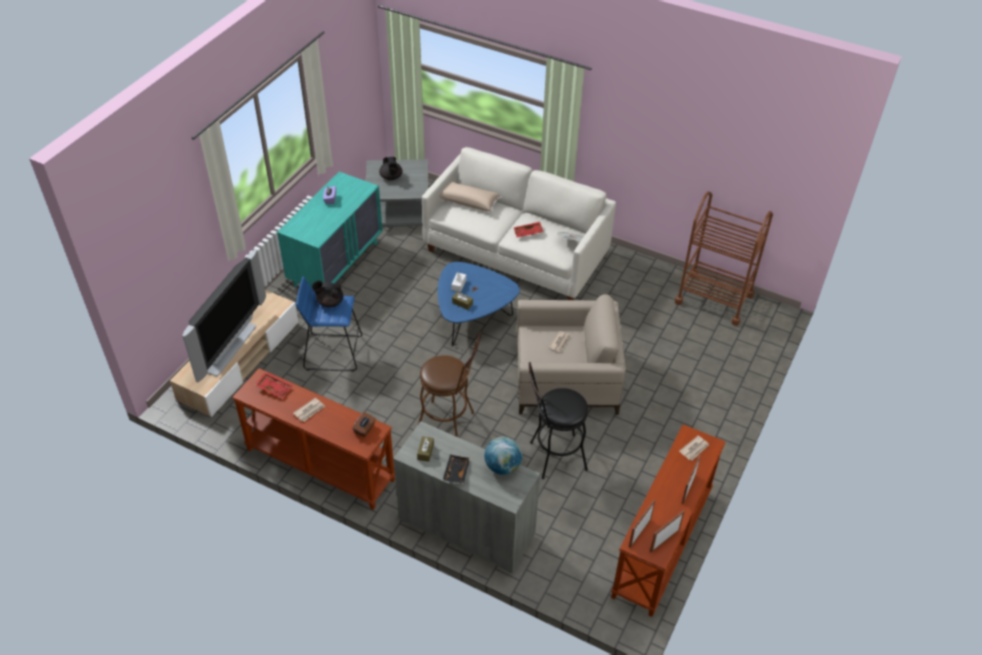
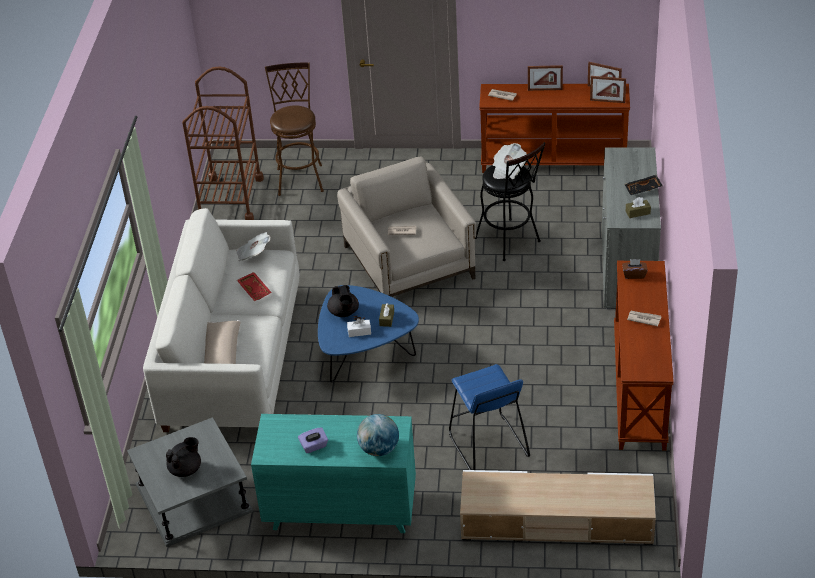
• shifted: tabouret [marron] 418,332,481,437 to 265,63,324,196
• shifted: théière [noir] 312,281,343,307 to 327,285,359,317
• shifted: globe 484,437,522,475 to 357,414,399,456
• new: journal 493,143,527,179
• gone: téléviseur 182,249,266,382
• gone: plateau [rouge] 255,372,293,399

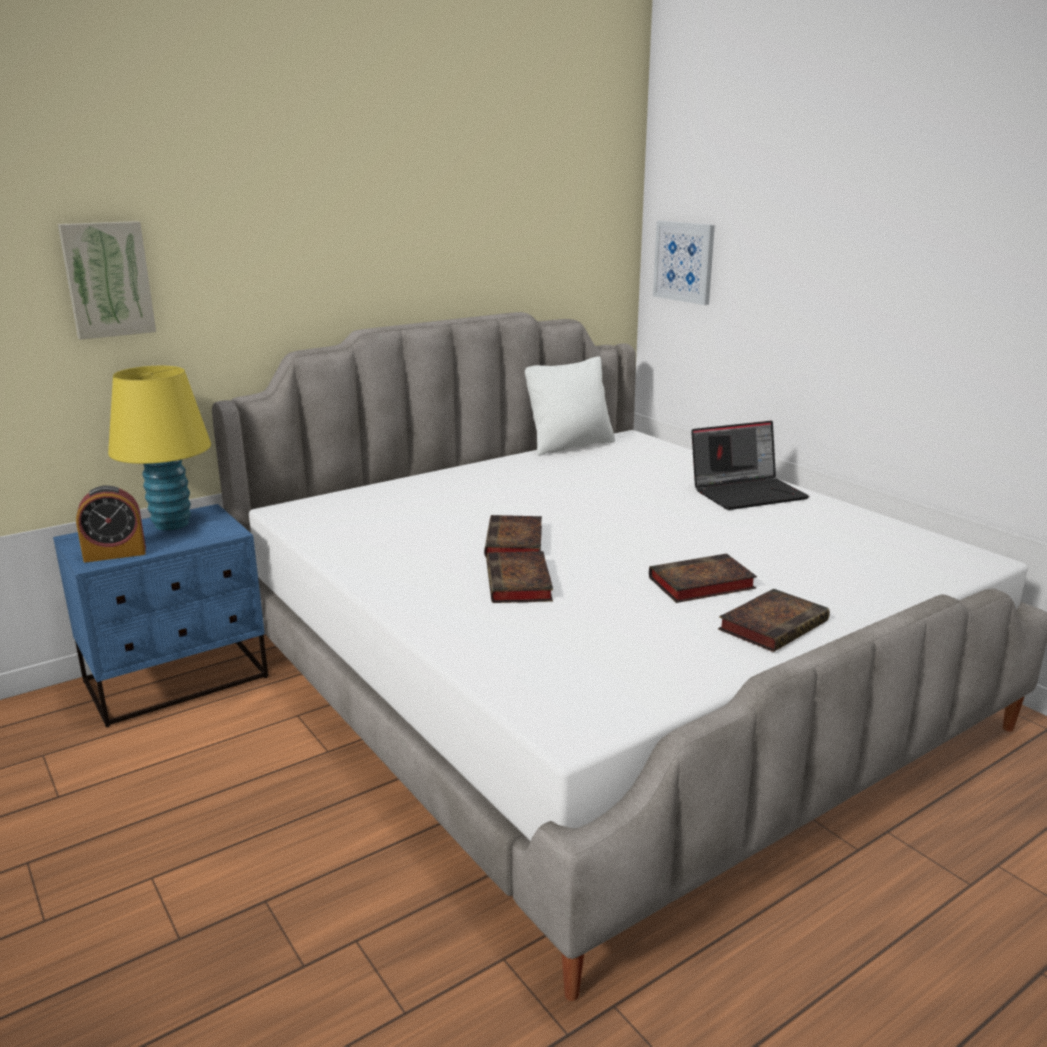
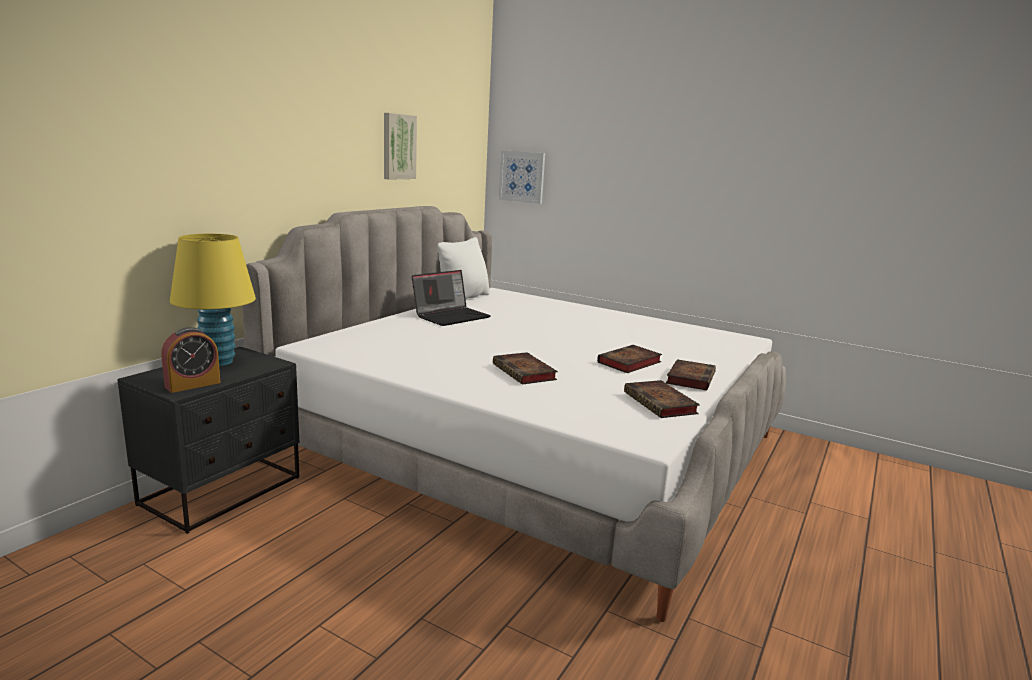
• repainted: table de chevet [bleu] 53,504,268,727 to table de chevet [noir] 117,347,299,534
• shifted: tableau 58,221,156,340 to 384,113,417,180
• shifted: ordinateur portable 691,421,809,510 to 412,270,491,326
• shifted: livre 484,515,542,557 to 624,380,700,418

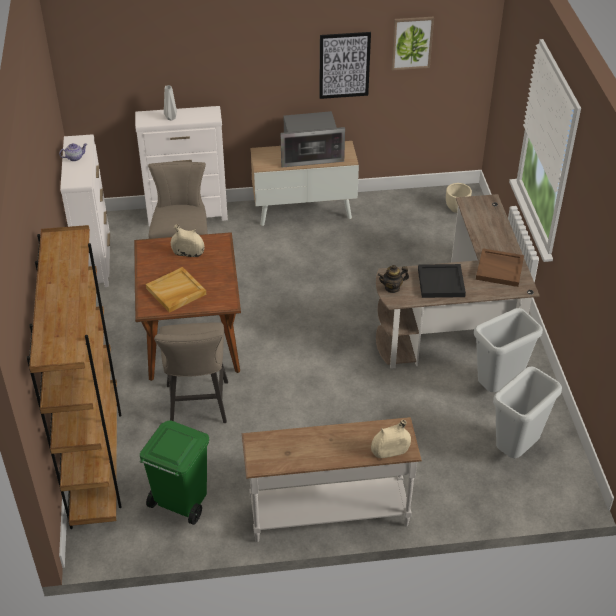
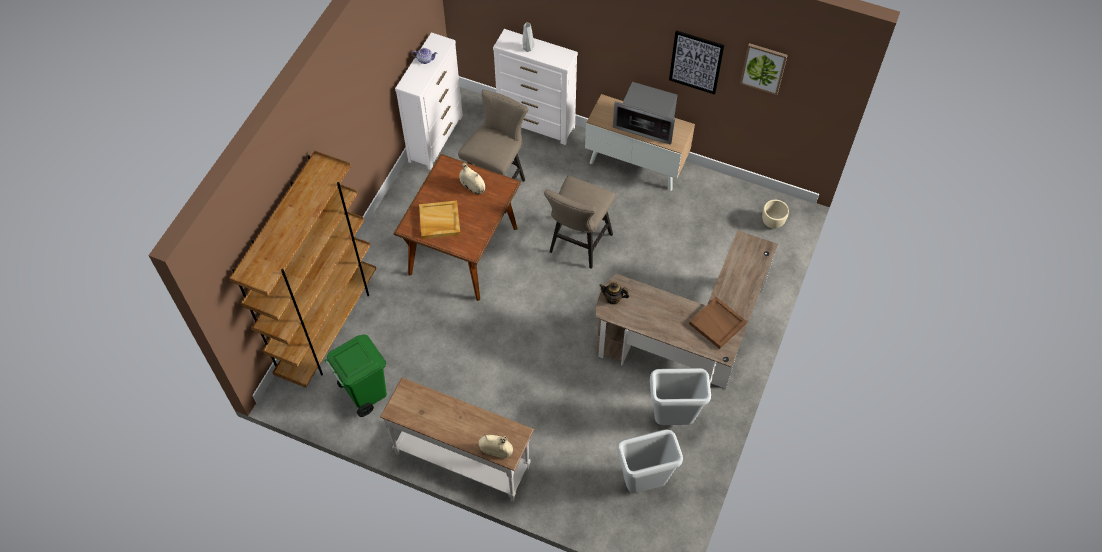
• shifted: tabouret [beige] 154,323,228,423 to 544,176,616,269
• gone: plateau [noir] 418,264,466,298

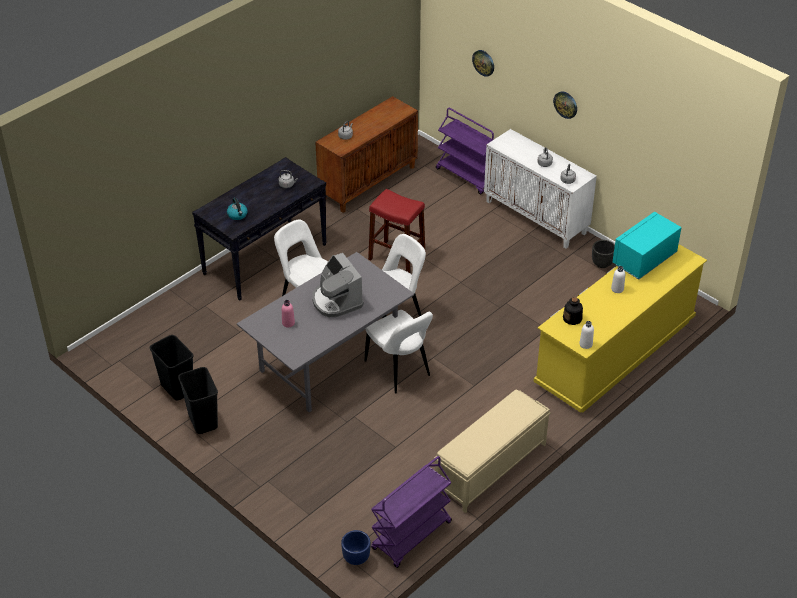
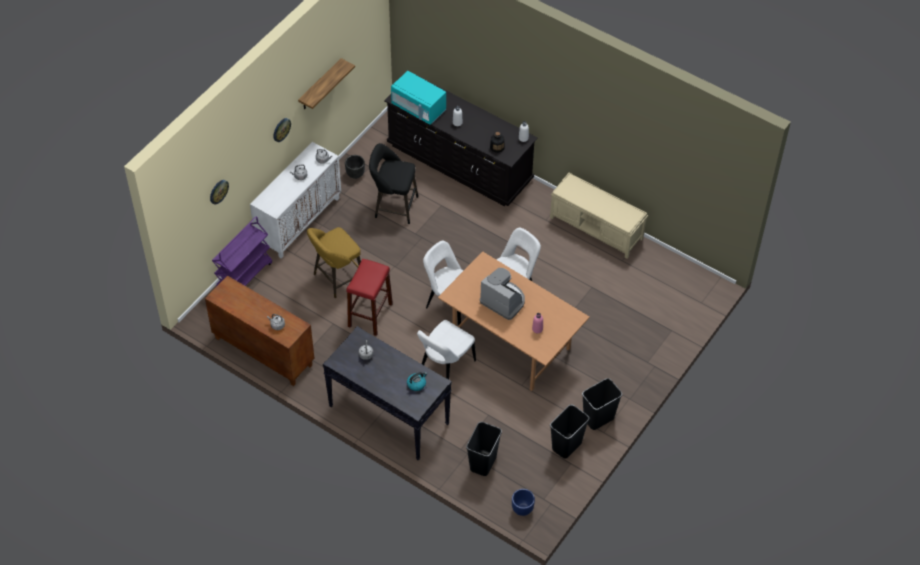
• new: étagère 298,58,355,109
• new: tabouret [jaune] 307,227,361,298
• new: tabouret [noir] 369,143,418,224
• repainted: commode [jaune] 534,244,707,413 to commode [noir] 384,78,538,206
• repainted: table à manger [gris] 237,252,414,412 to table à manger [marron] 438,251,590,391
• new: poubelle [noir] 466,422,502,476
• rotated: machine à café 312,253,364,318 = 480,268,525,320 105 degrees counterclockwise
• shifted: cache-pot [bleu] 341,530,370,565 to 512,489,535,516
• gone: chariot [violet] 371,456,452,568

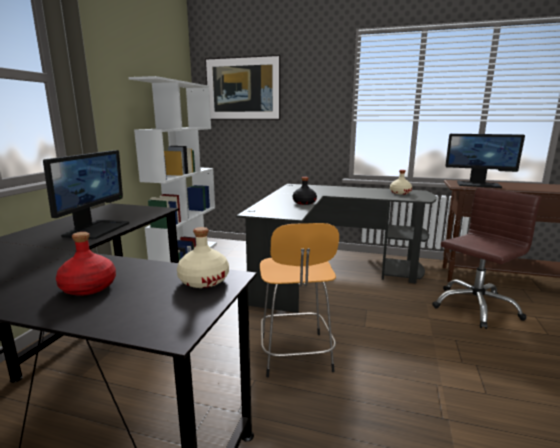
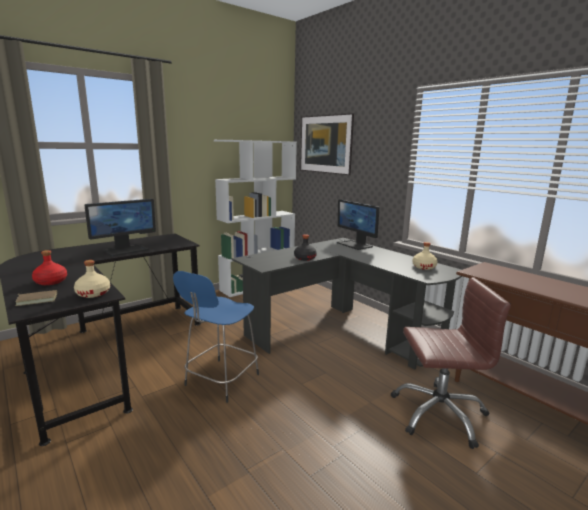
• new: livre [marron] 15,290,57,306
• repainted: tabouret [orange] 260,223,339,377 to tabouret [bleu] 173,271,259,403
• shifted: écran d'ordinateur 445,134,525,188 to 337,199,379,250

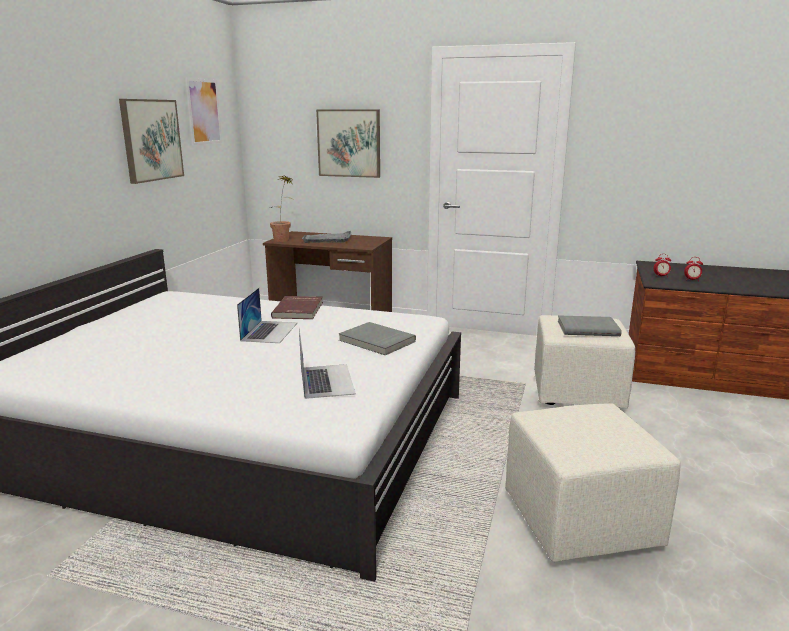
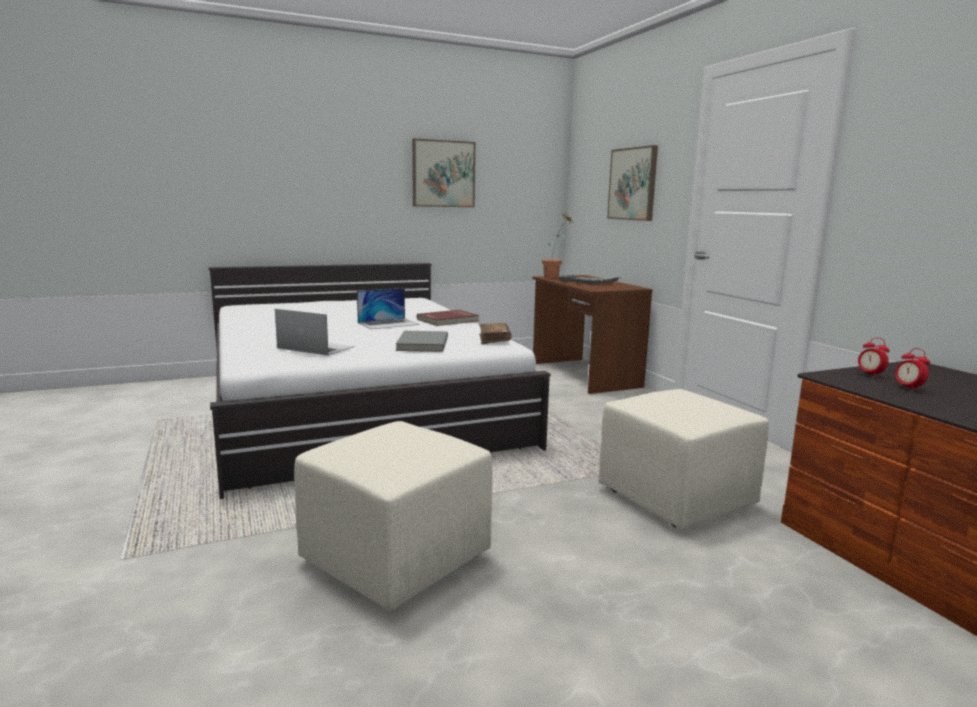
• rotated: ordinateur portable 299,328,356,399 = 275,309,355,356 105 degrees counterclockwise
• new: livre [marron] 479,323,512,344
• gone: tableau 185,78,222,145
• gone: livre [gris] 558,315,622,336

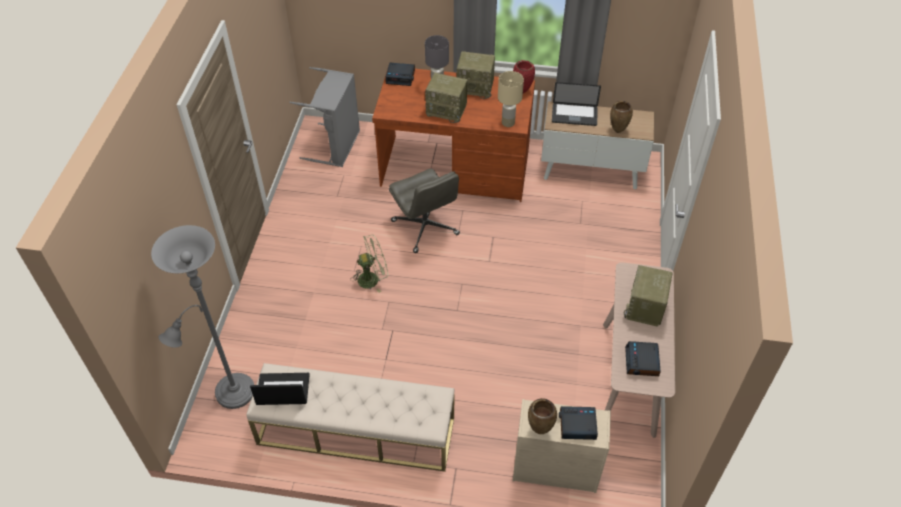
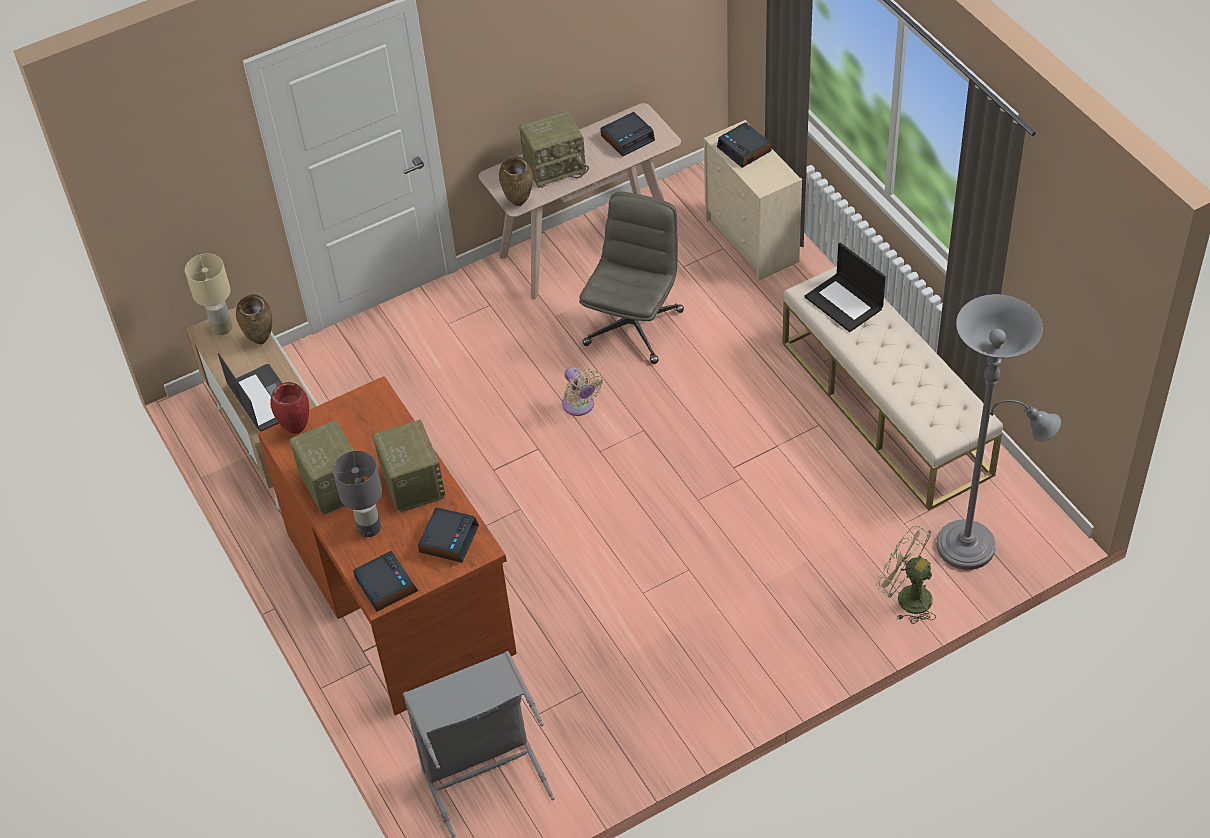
• shifted: lampe de table [beige] 498,71,524,127 to 185,253,232,335
• new: réveil 418,507,479,563
• shifted: vase [marron] 528,398,557,434 to 499,156,533,206
• new: ventilateur [beige] 562,367,603,416
• shifted: chaise de bureau [gris] 389,168,460,253 to 579,192,684,364
• shifted: ordinateur portable 250,373,310,405 to 805,242,886,332
• shifted: ventilateur [vert] 350,234,388,293 to 876,526,936,624

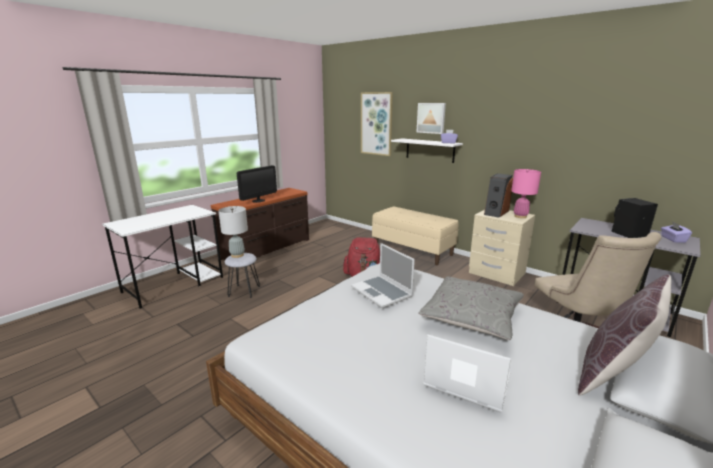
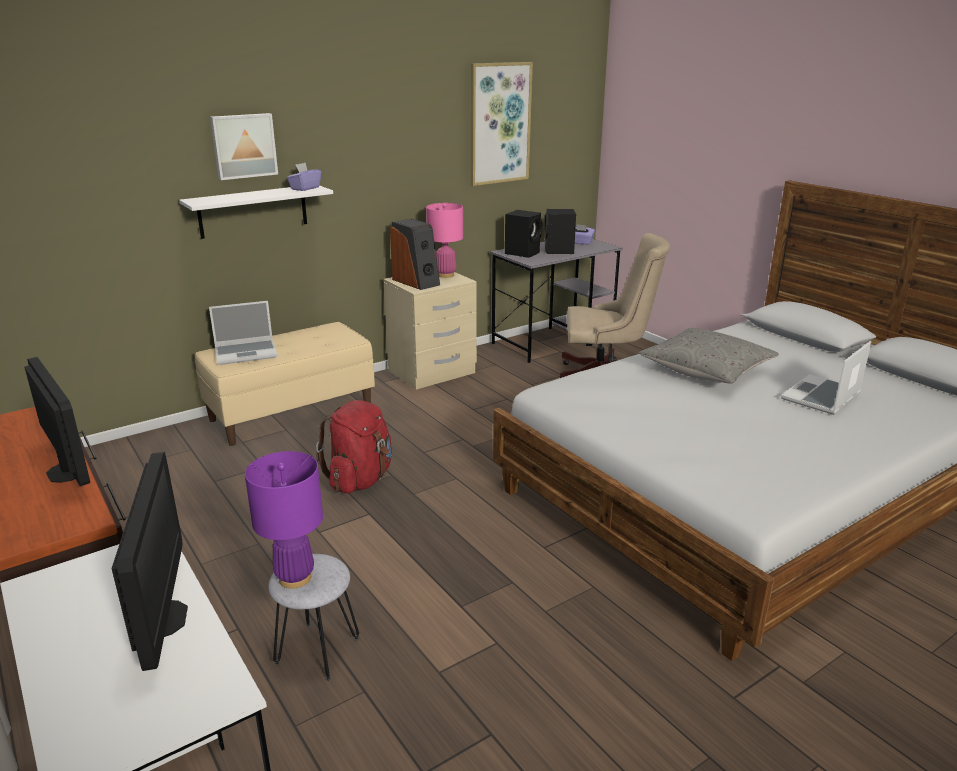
• new: écran d'ordinateur 112,452,188,671
• shifted: ordinateur portable 351,243,415,308 to 209,301,277,365
• repainted: lampe de table [gris] 218,206,248,258 to lampe de table [violet] 245,451,323,589
• shifted: tableau 361,92,393,156 to 471,62,533,186
• new: enceinte [noir] 505,210,542,258
• gone: coussin [marron] 578,274,672,396

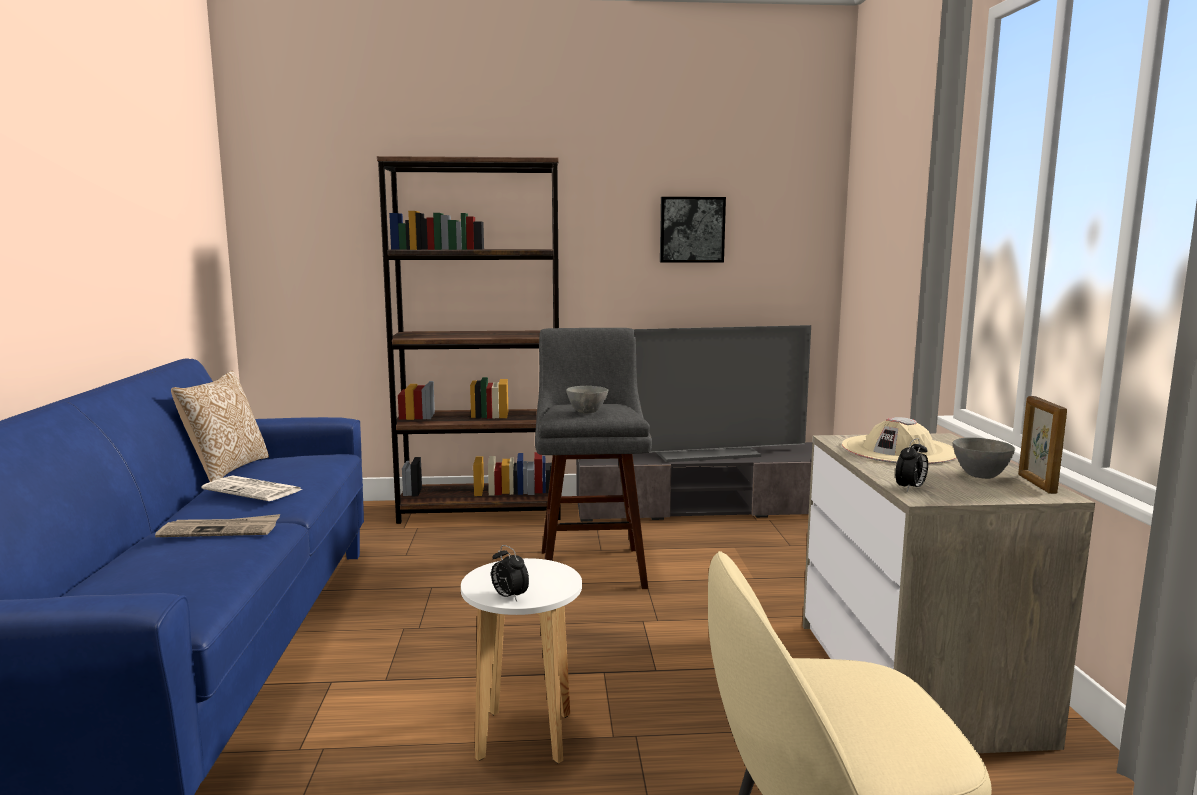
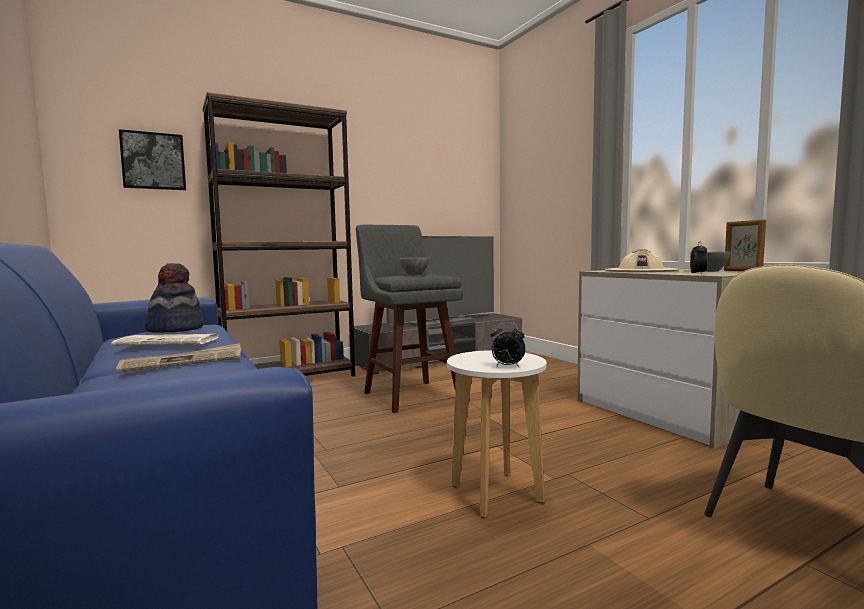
• shifted: tableau 660,197,726,263 to 119,129,186,190
• new: chapeau 144,263,204,333
• gone: coussin 171,371,269,482

